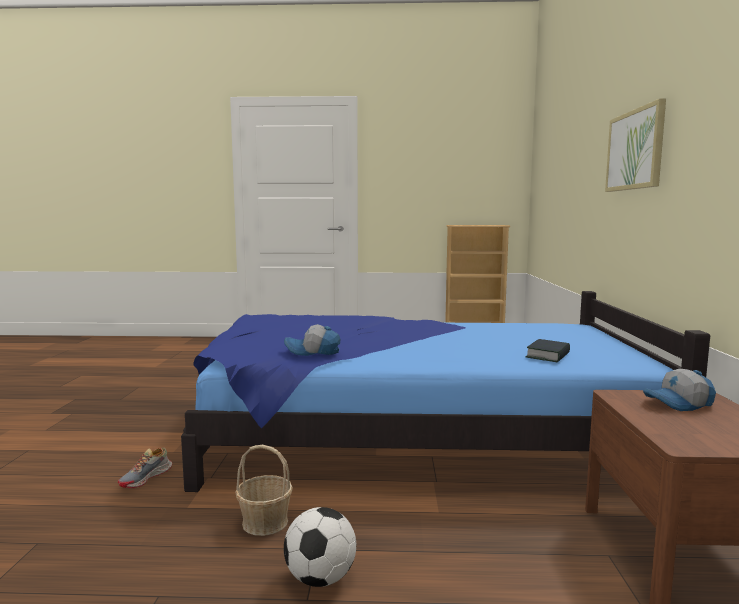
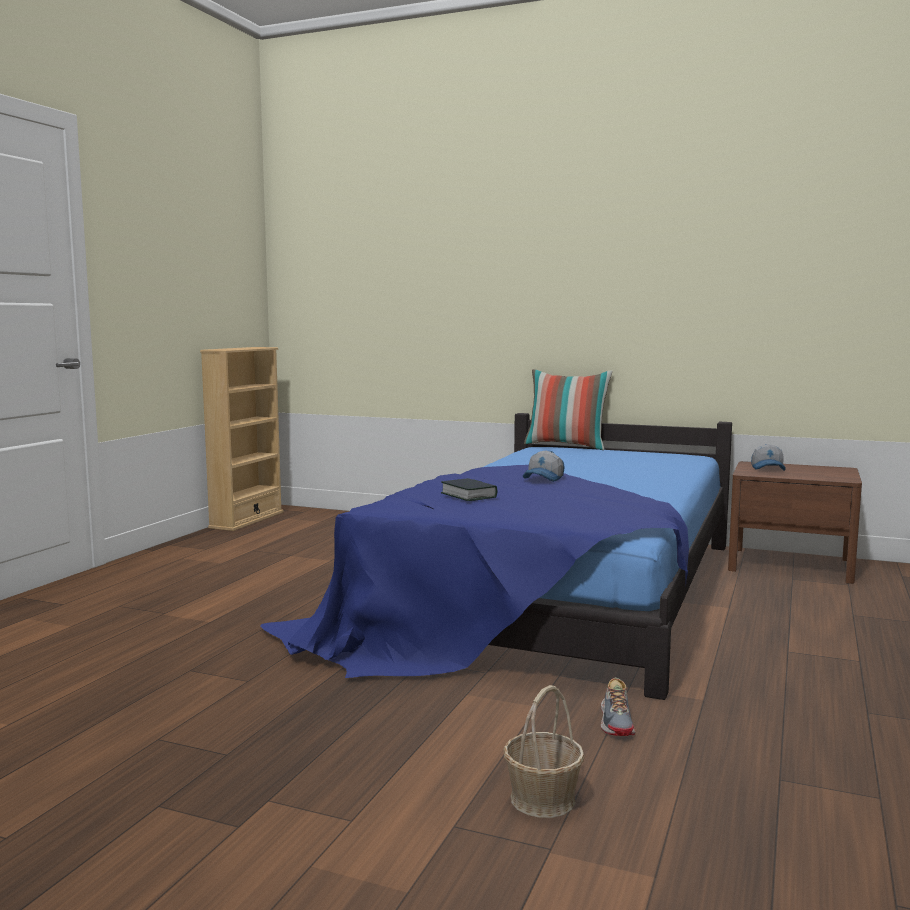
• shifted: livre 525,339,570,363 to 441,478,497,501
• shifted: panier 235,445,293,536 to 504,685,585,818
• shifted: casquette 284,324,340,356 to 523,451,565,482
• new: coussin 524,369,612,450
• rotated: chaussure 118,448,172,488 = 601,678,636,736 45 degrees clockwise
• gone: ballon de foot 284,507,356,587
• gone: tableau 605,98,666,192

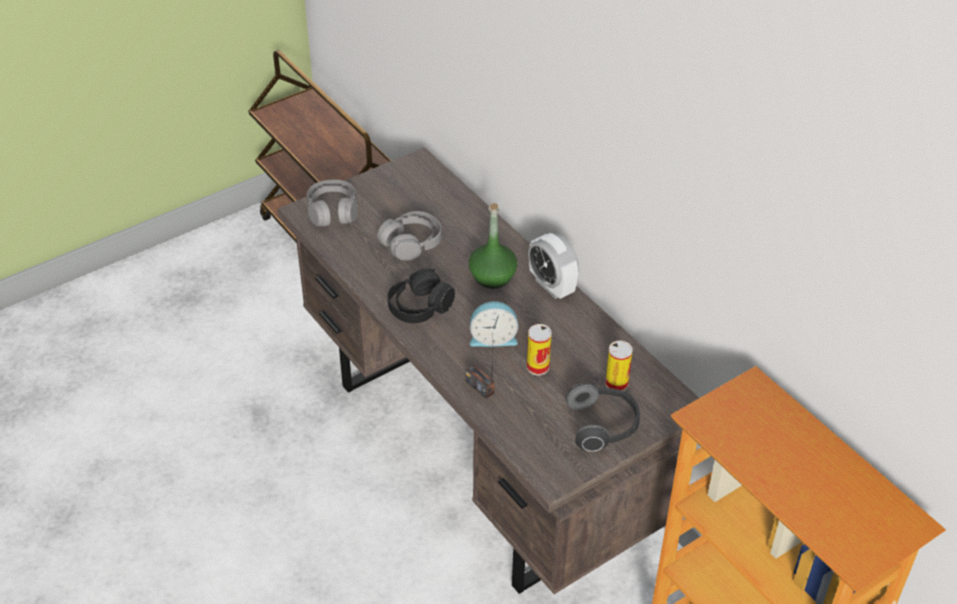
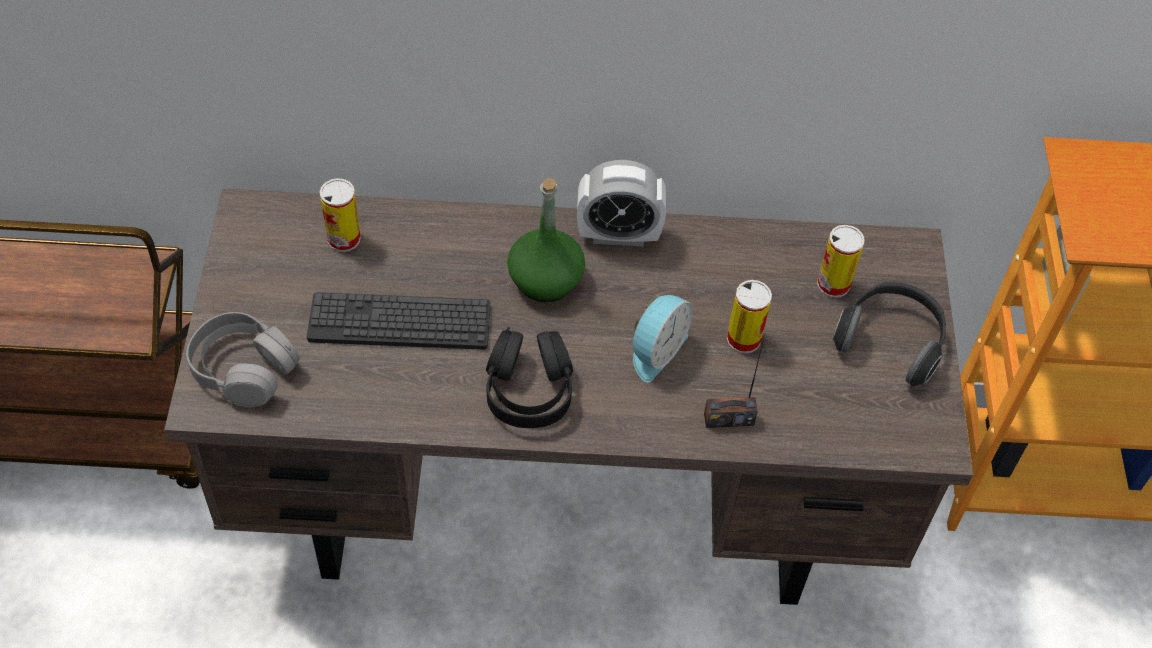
• swapped: casque audio [gris] 377,211,442,260 to clavier 307,292,491,350
• new: boîte métallique 320,178,361,252

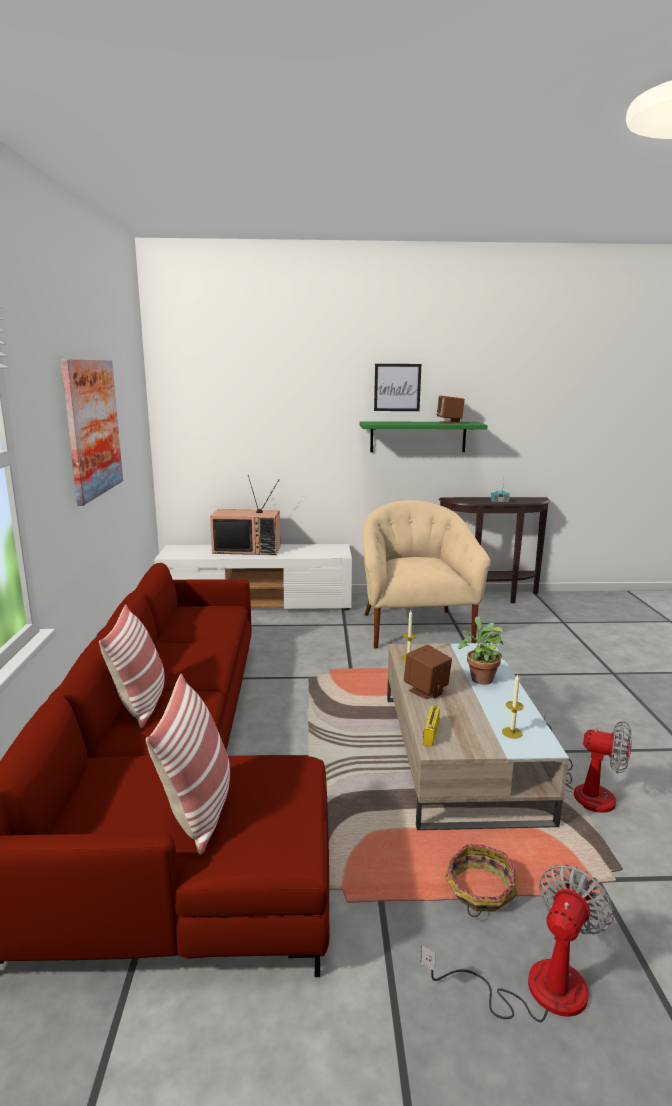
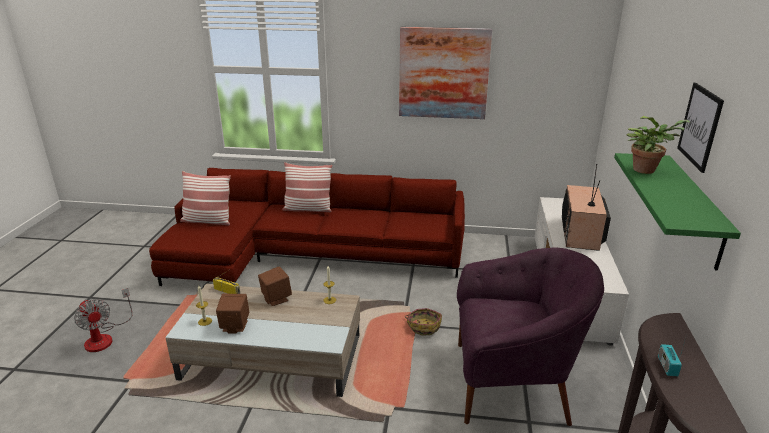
• shifted: enceinte [marron] 436,396,465,423 to 216,294,249,333
• shifted: panier 445,844,518,917 to 405,308,442,336
• repainted: fauteuil [beige] 362,500,490,649 to fauteuil [violet] 457,247,604,426
• shifted: plante en pot 458,616,504,685 to 626,116,691,174
• gone: ventilateur 544,716,632,813

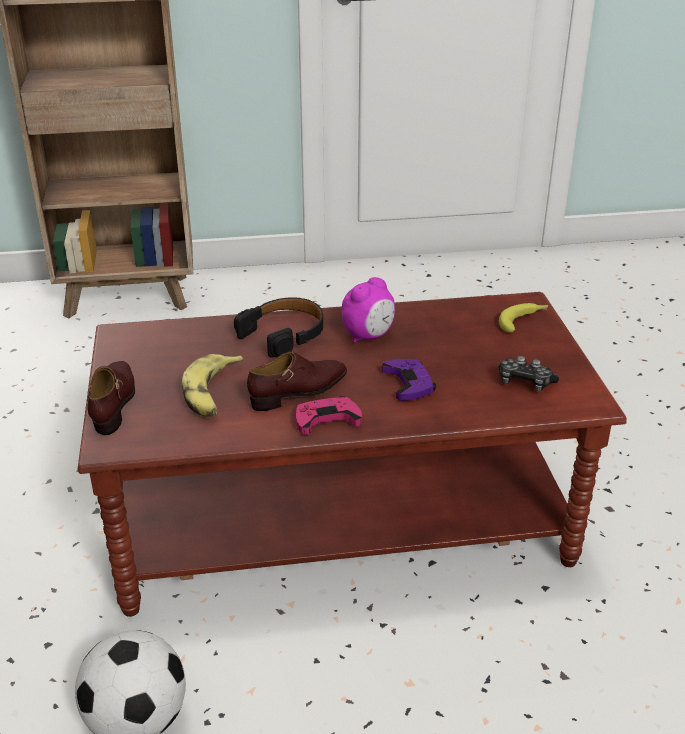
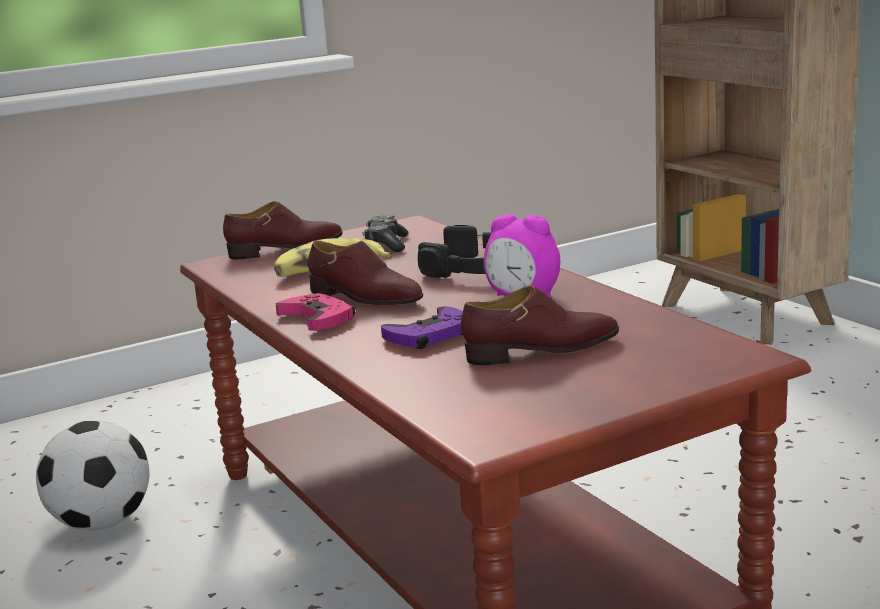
• shifted: manette 499,356,559,391 to 362,215,409,252
• new: chaussure [marron] 461,286,619,365
• gone: banane 499,303,549,333

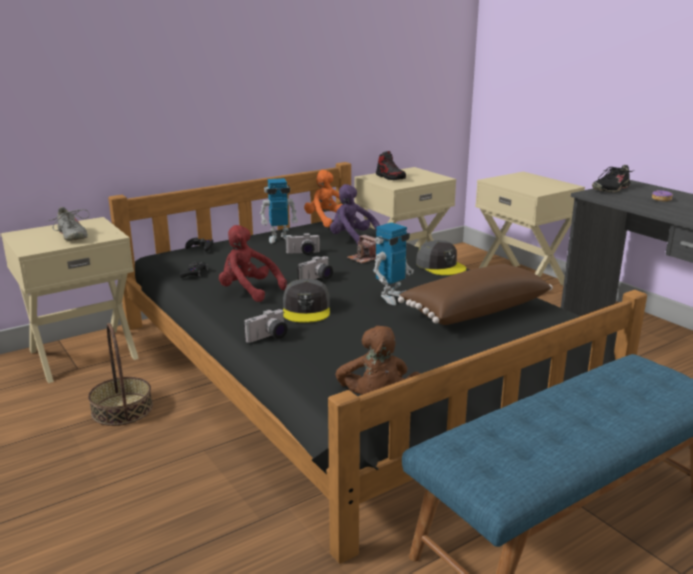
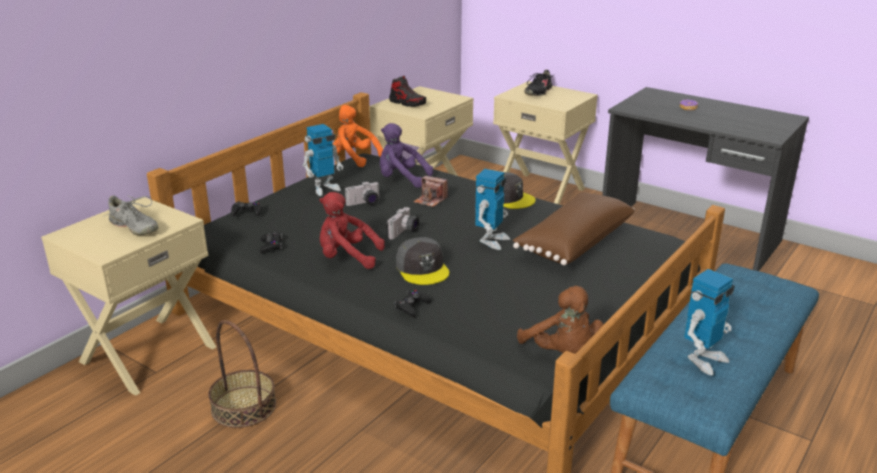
• swapped: appareil photo 244,309,288,343 to manette [noir] 394,290,431,317
• shifted: chaussure [noir] 592,165,634,192 to 524,70,554,96
• new: robot jouet 684,269,735,375

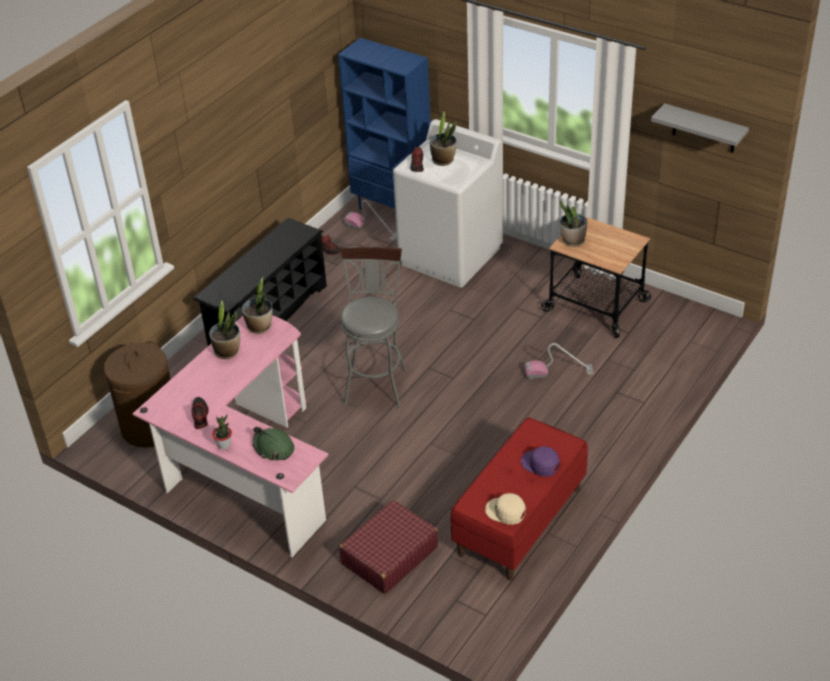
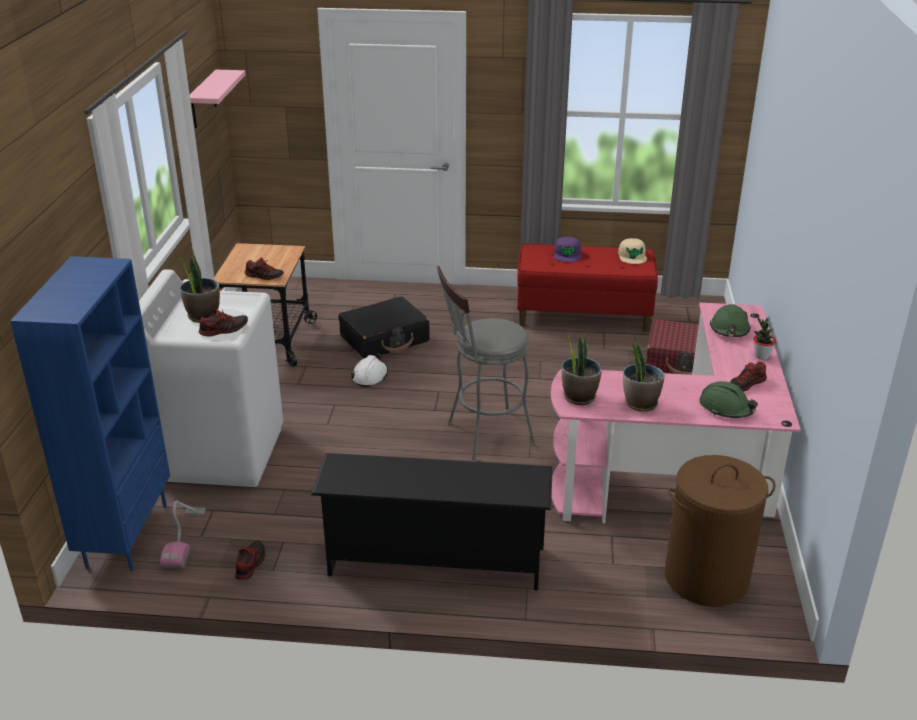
• repainted: étagère [gris] 651,103,749,153 to étagère [rose] 190,70,246,128
• swapped: plante en pot 559,200,587,247 to chaussure 244,258,284,280
• swapped: aspirateur 524,343,594,379 to valise [noir] 339,296,430,358
• new: casque de chantier [blanc] 351,353,388,387
• new: casque de chantier [vert] 699,381,758,418

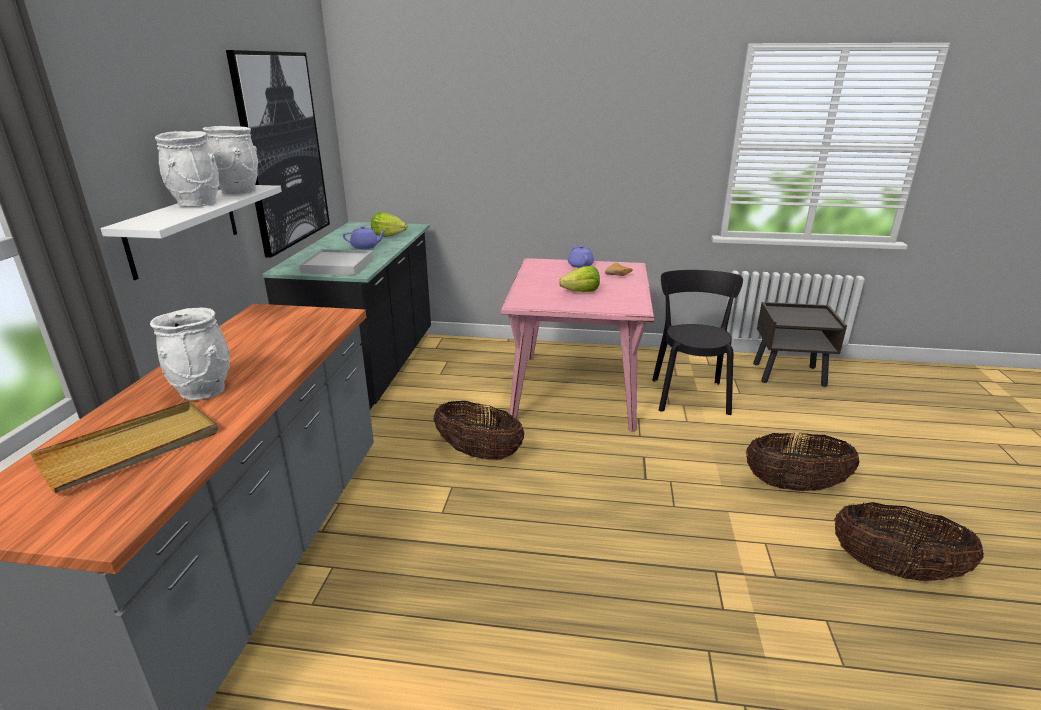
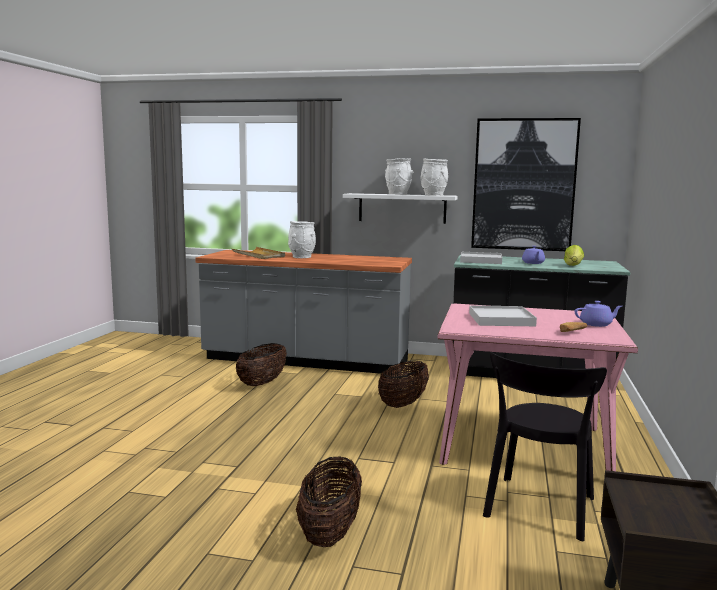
• shifted: panier 834,502,984,581 to 236,343,287,386
• swapped: laitue 559,266,600,292 to plateau [blanc] 469,305,537,326
• rotated: chaise [noir] 652,270,743,415 = 483,352,607,541 105 degrees clockwise

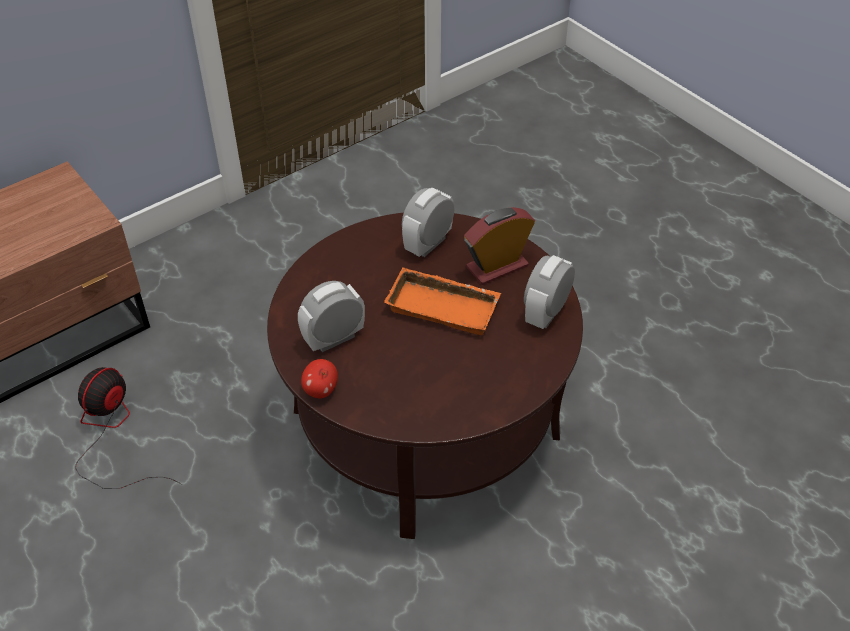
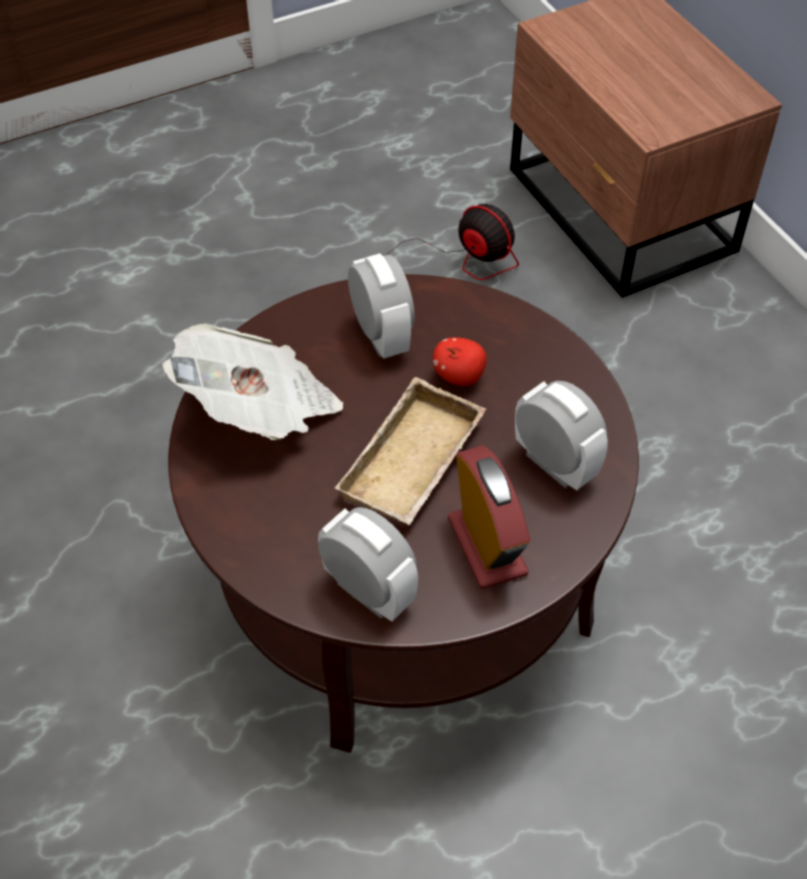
• new: journal 162,323,343,440
• repainted: plateau [orange] 384,267,501,335 to plateau [beige] 335,377,486,525
• shifted: pomme 301,359,338,399 to 432,337,487,386

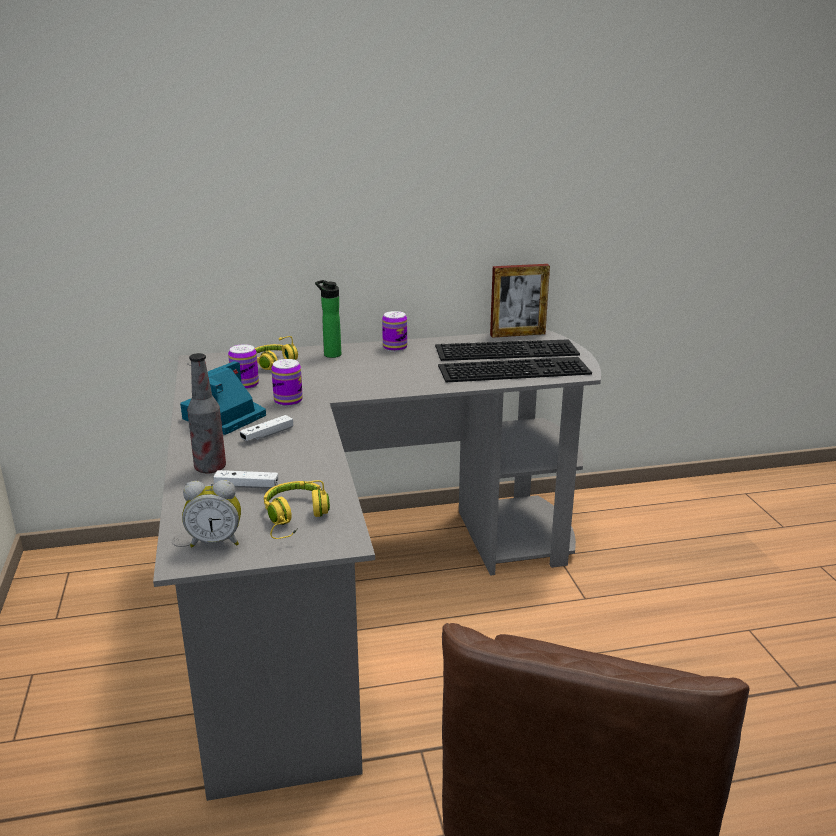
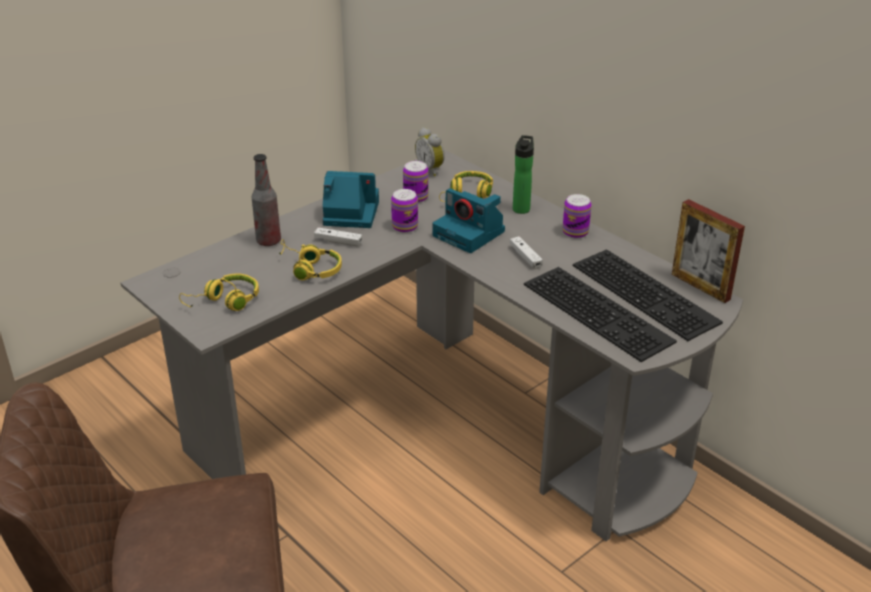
• new: casque audio [jaune] 279,239,342,281
• shifted: réveil 182,480,241,547 to 415,127,445,176
• new: appareil photo 433,188,505,253
• shifted: manette [blanc] 213,470,278,489 to 509,237,543,269

